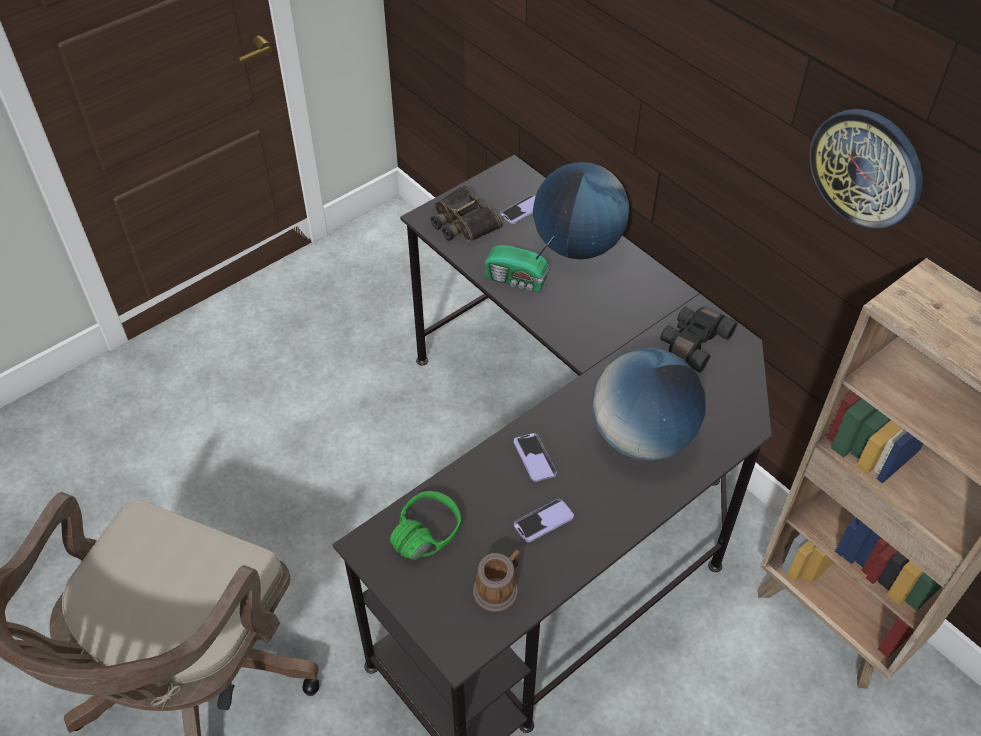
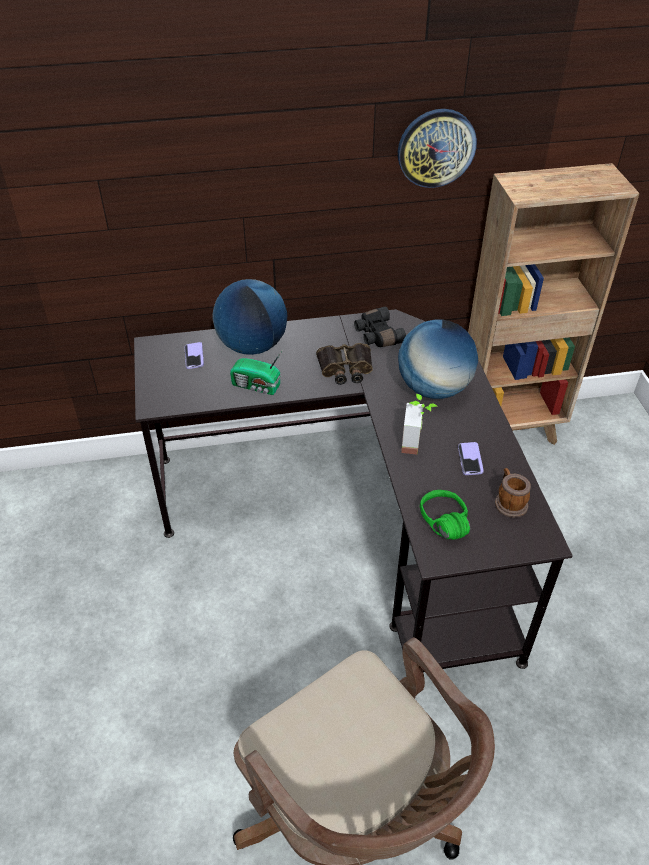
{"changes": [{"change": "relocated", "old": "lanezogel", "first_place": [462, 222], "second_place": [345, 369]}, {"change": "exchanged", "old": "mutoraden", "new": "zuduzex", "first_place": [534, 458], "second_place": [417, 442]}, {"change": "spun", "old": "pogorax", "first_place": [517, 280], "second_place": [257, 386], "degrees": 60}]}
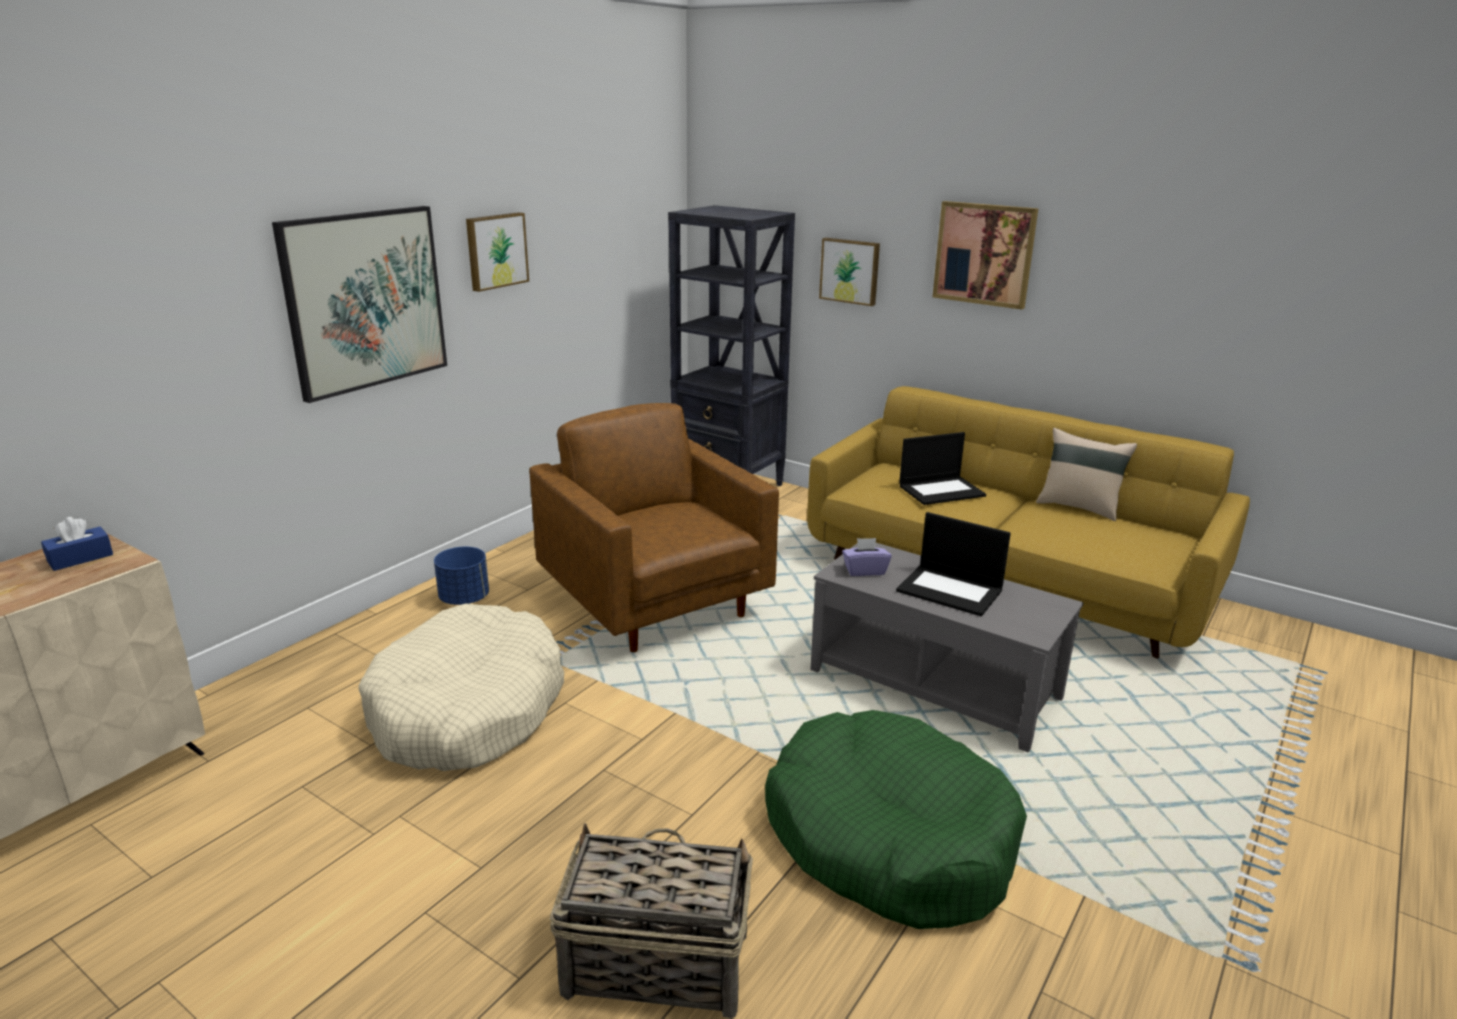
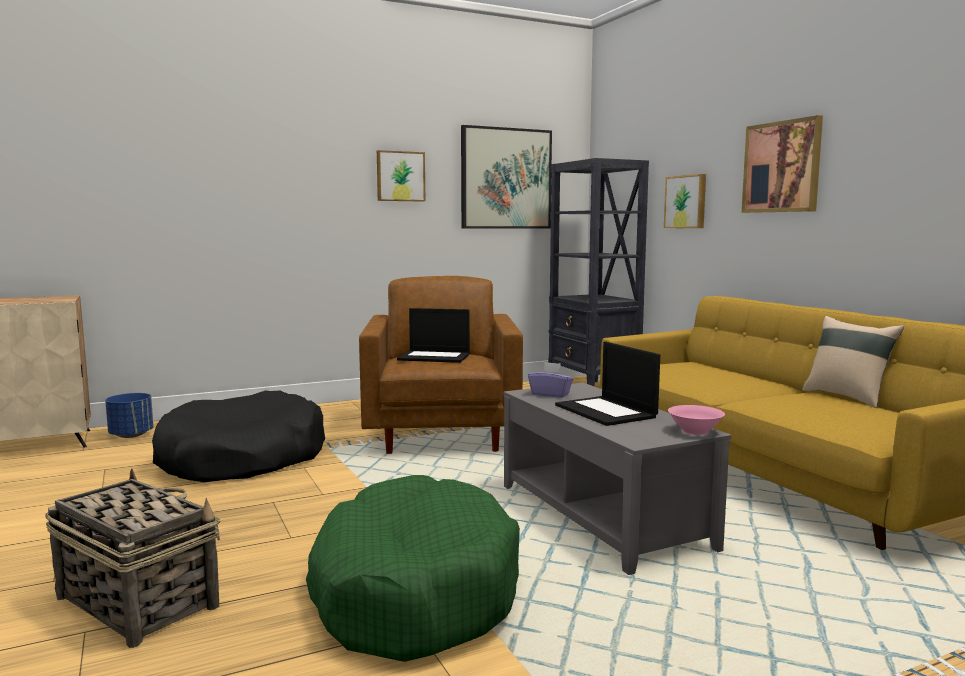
{"changes": [{"change": "missing", "old": "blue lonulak", "first_place": [80, 558]}, {"change": "appeared", "new": "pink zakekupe", "second_place": [695, 431]}, {"change": "relocated", "old": "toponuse", "first_place": [365, 300], "second_place": [506, 178]}, {"change": "relocated", "old": "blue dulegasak", "first_place": [464, 599], "second_place": [131, 435]}, {"change": "relocated", "old": "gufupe", "first_place": [942, 490], "second_place": [435, 357]}, {"change": "colour", "old": "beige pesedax", "new": "black pesedax", "first_place": [467, 710], "second_place": [242, 458]}]}
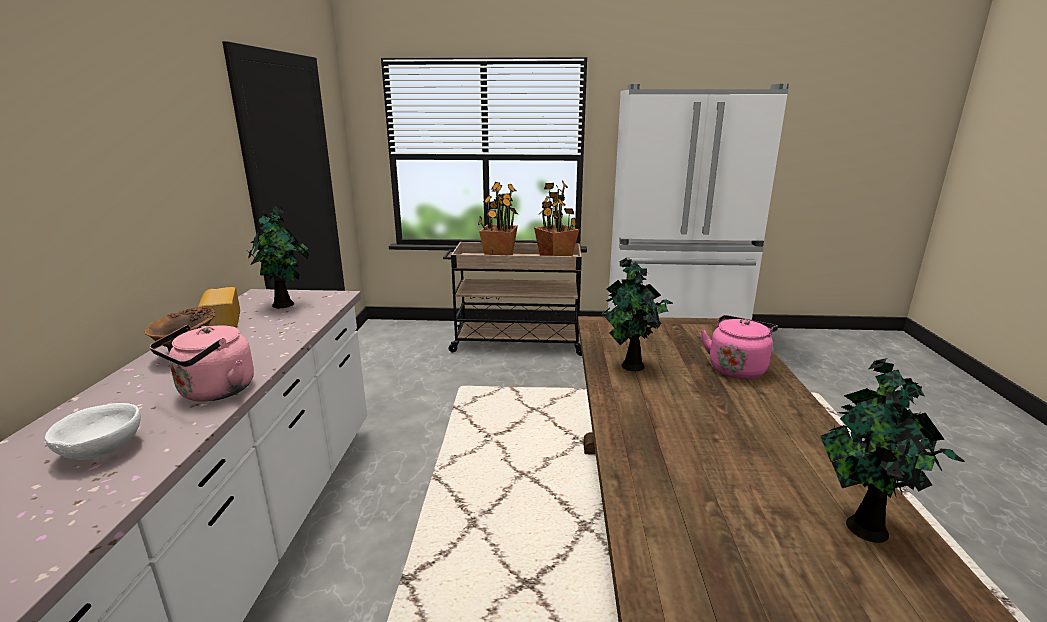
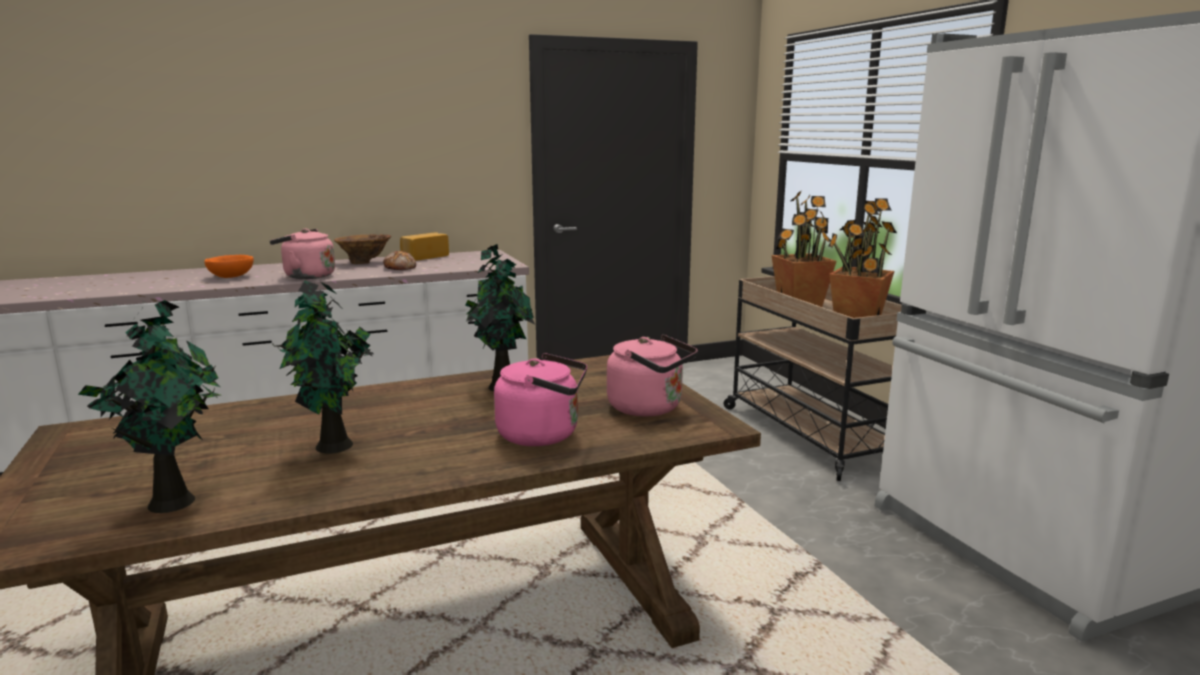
{"changes": [{"change": "appeared", "new": "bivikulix", "second_place": [400, 268]}, {"change": "appeared", "new": "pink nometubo", "second_place": [649, 408]}, {"change": "relocated", "old": "zuduzex", "first_place": [285, 304], "second_place": [335, 447]}, {"change": "colour", "old": "white zakekupe", "new": "orange zakekupe", "first_place": [103, 449], "second_place": [232, 277]}]}
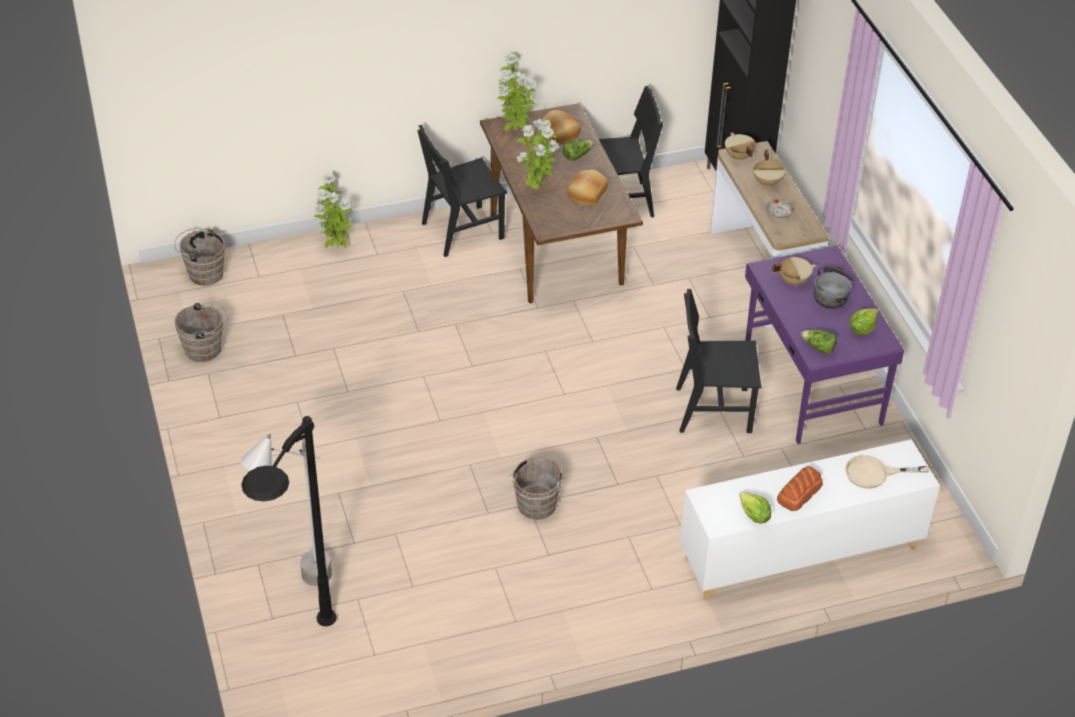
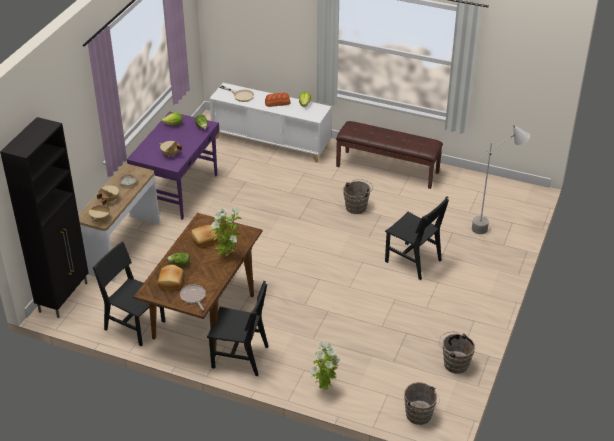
{"changes": [{"change": "missing", "old": "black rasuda", "first_place": [301, 666]}, {"change": "missing", "old": "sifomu", "first_place": [832, 293]}, {"change": "appeared", "new": "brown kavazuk", "second_place": [388, 169]}, {"change": "relocated", "old": "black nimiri", "first_place": [713, 410], "second_place": [413, 261]}, {"change": "exchanged", "old": "zuduzex", "new": "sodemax", "first_place": [515, 131], "second_place": [193, 297]}]}
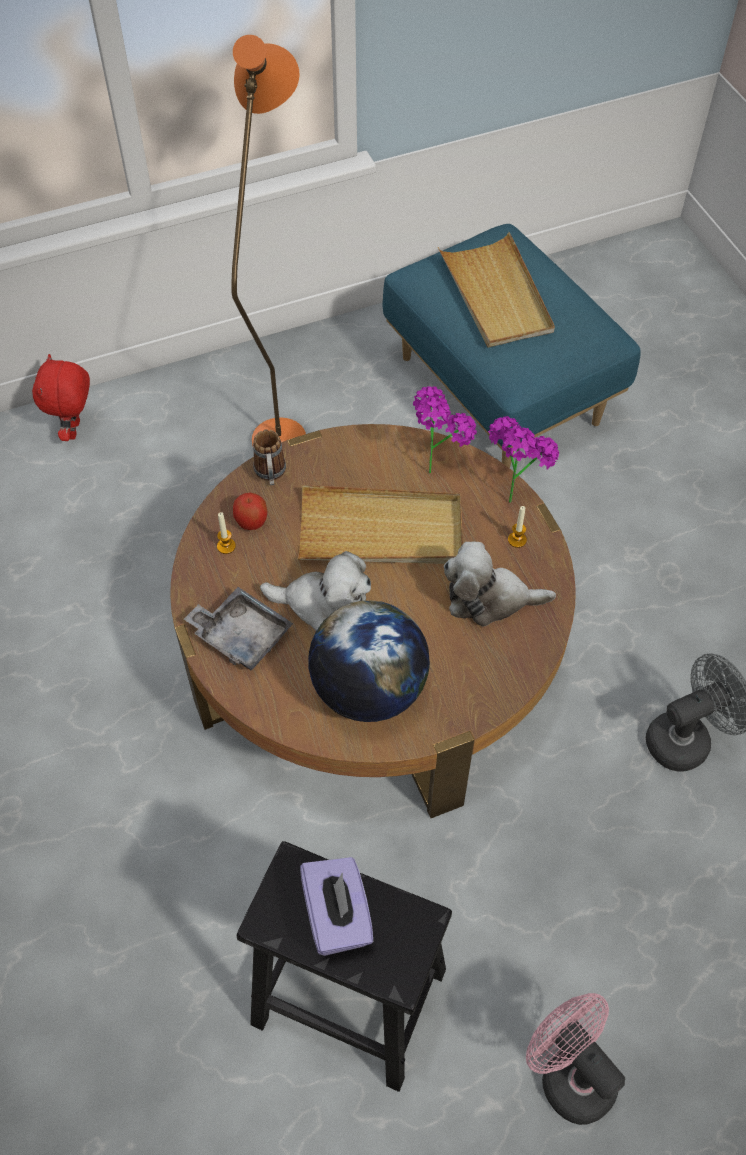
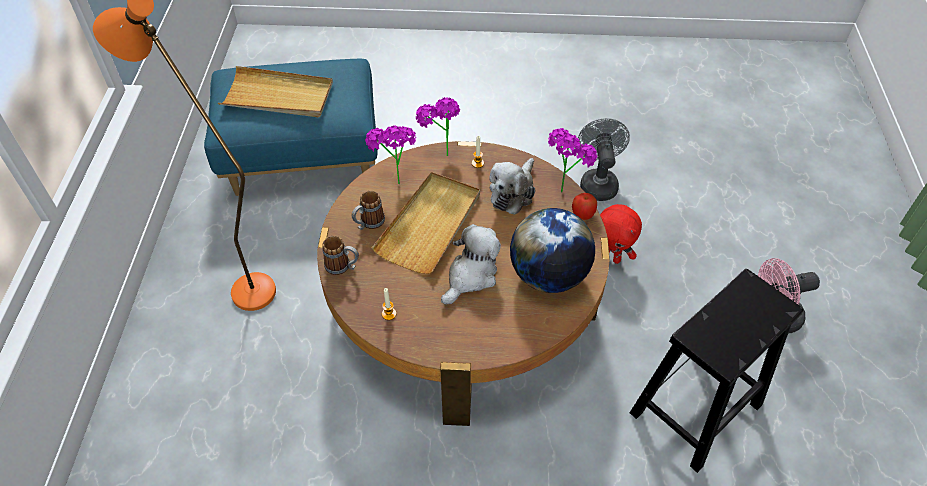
{"changes": [{"change": "missing", "old": "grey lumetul", "first_place": [241, 635]}, {"change": "missing", "old": "purple lonulak", "first_place": [337, 916]}, {"change": "appeared", "new": "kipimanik", "second_place": [368, 224]}, {"change": "appeared", "new": "zuduzex", "second_place": [564, 185]}, {"change": "relocated", "old": "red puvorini", "first_place": [75, 430], "second_place": [611, 257]}, {"change": "relocated", "old": "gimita", "first_place": [251, 522], "second_place": [583, 214]}]}
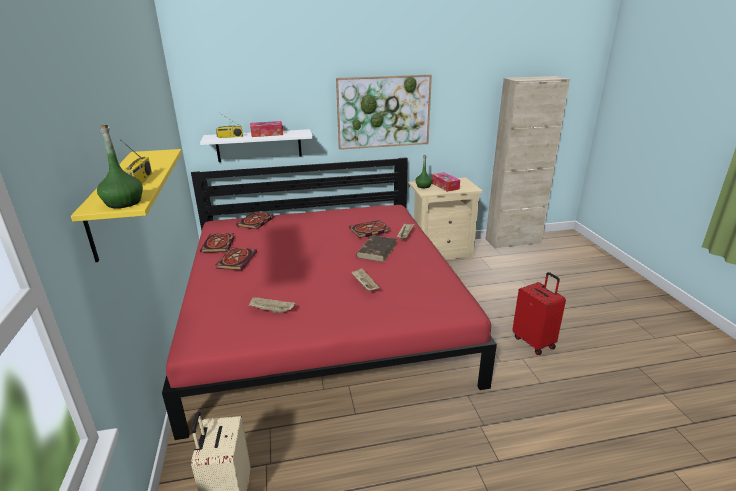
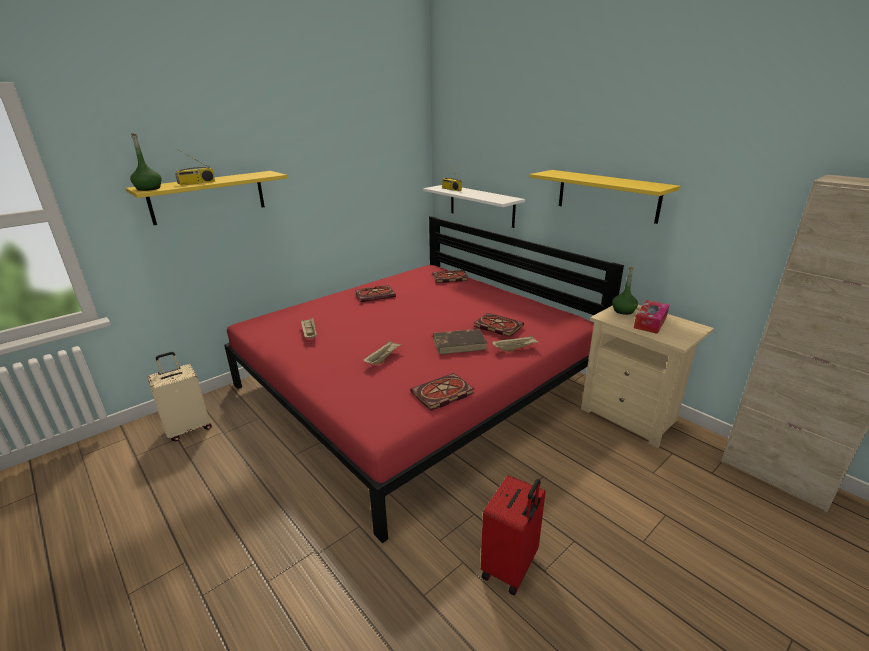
{"changes": [{"change": "missing", "old": "lonulak", "first_place": [267, 134]}, {"change": "relocated", "old": "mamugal", "first_place": [218, 245], "second_place": [442, 394]}, {"change": "exchanged", "old": "toponuse", "new": "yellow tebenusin", "first_place": [383, 112], "second_place": [607, 195]}]}
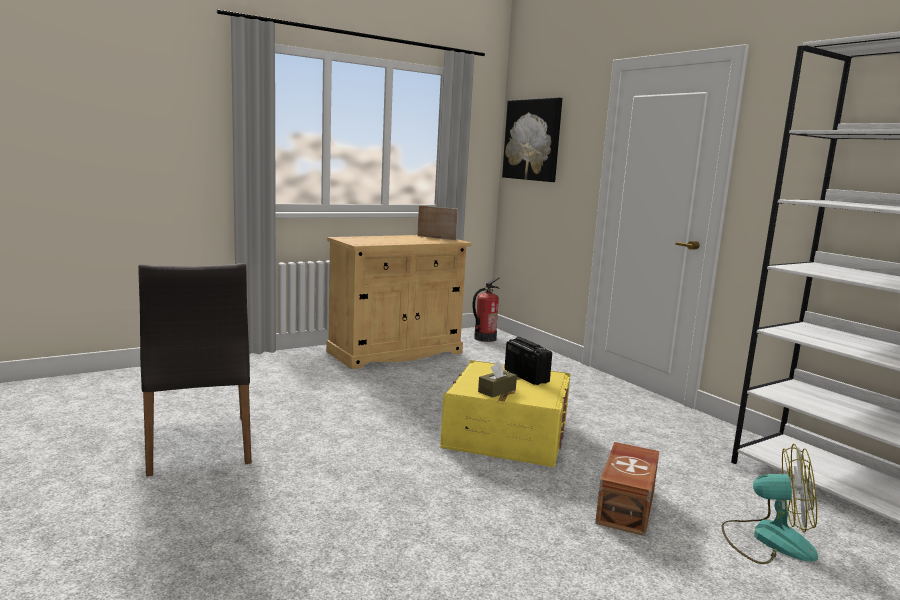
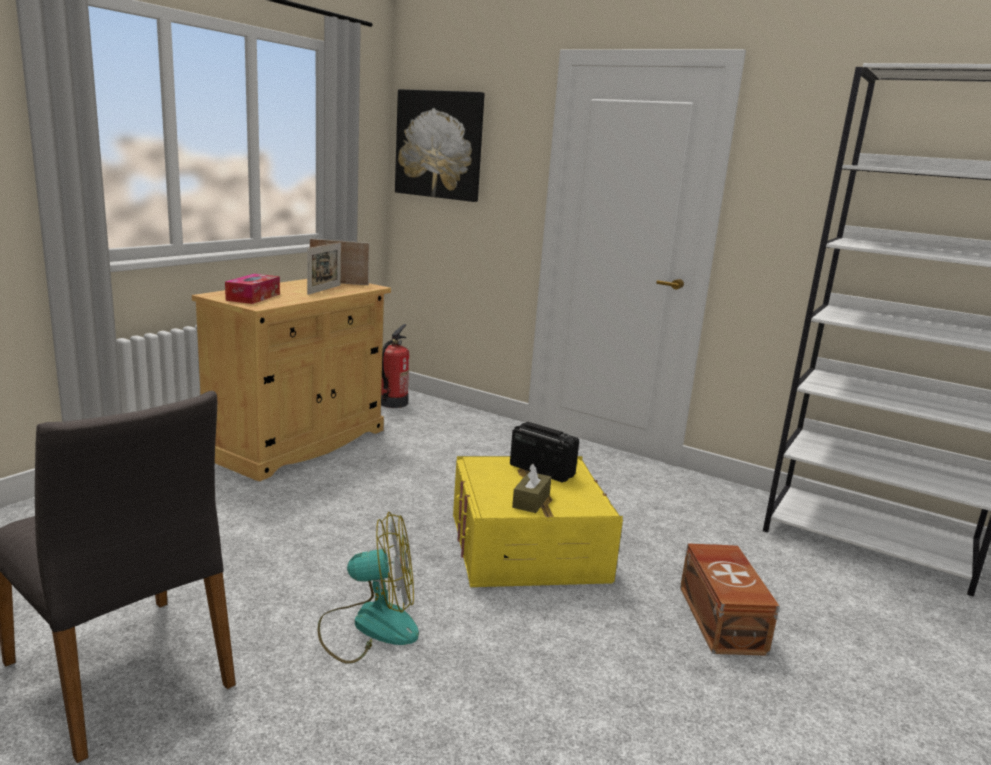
{"changes": [{"change": "appeared", "new": "lonulak", "second_place": [253, 297]}, {"change": "appeared", "new": "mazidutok", "second_place": [324, 289]}, {"change": "relocated", "old": "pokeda", "first_place": [768, 539], "second_place": [369, 626]}]}
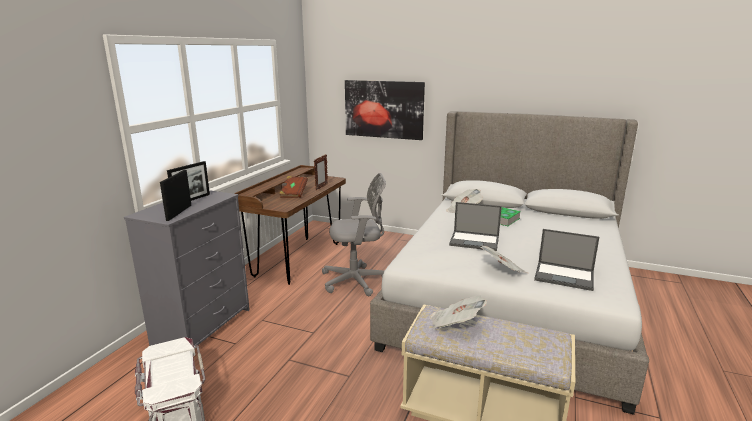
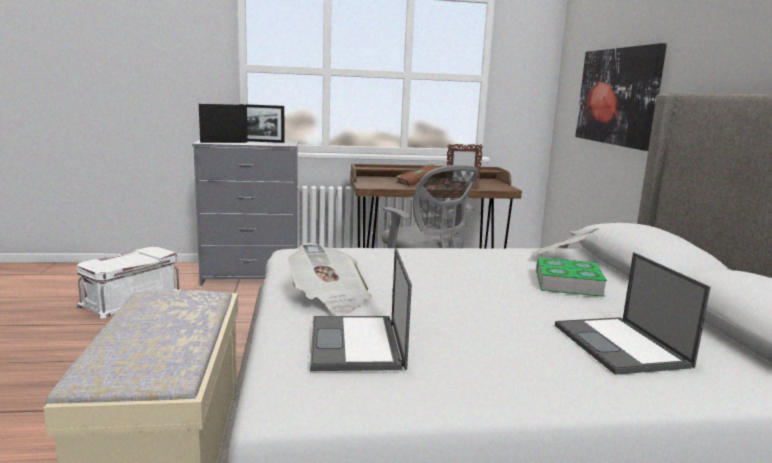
{"changes": [{"change": "missing", "old": "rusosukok", "first_place": [455, 324]}, {"change": "relocated", "old": "gufupe", "first_place": [475, 241], "second_place": [621, 346]}]}
